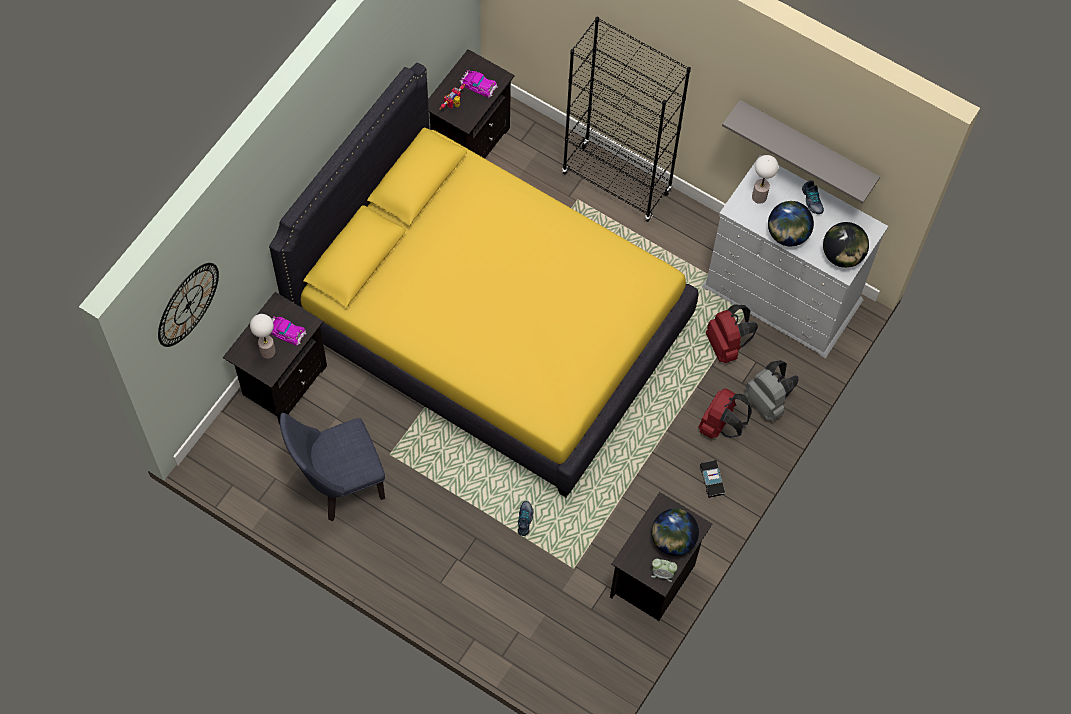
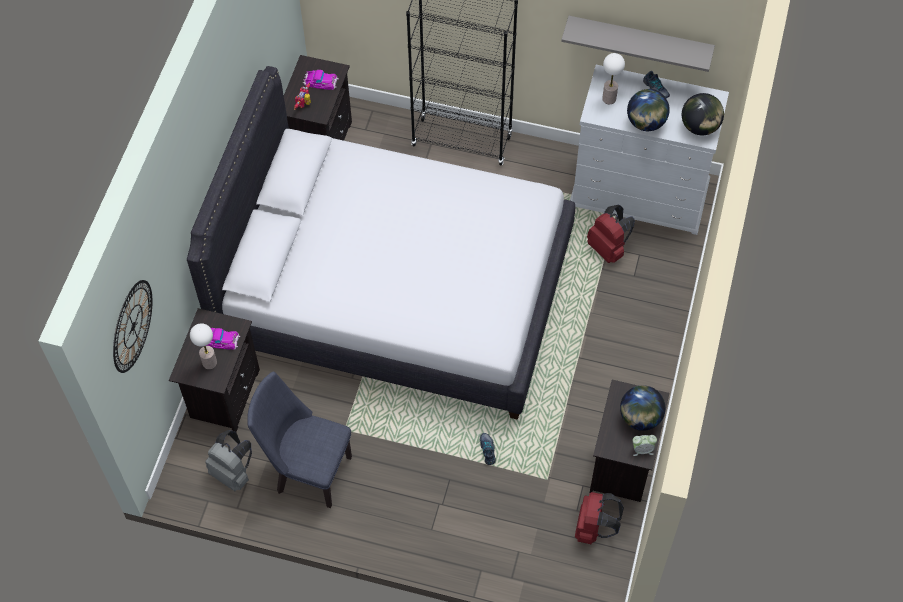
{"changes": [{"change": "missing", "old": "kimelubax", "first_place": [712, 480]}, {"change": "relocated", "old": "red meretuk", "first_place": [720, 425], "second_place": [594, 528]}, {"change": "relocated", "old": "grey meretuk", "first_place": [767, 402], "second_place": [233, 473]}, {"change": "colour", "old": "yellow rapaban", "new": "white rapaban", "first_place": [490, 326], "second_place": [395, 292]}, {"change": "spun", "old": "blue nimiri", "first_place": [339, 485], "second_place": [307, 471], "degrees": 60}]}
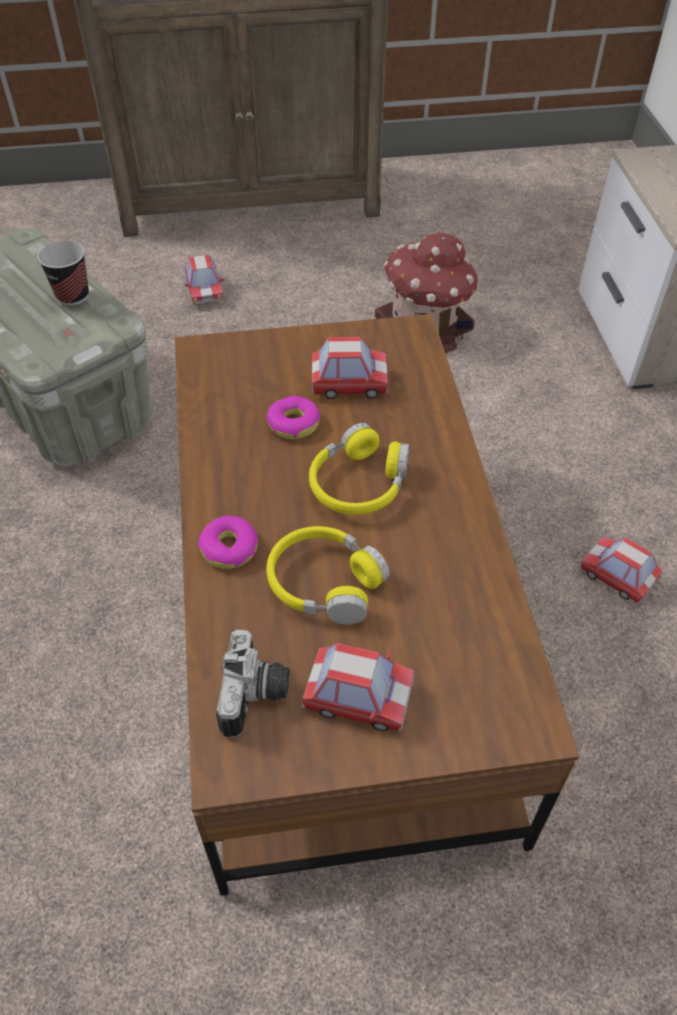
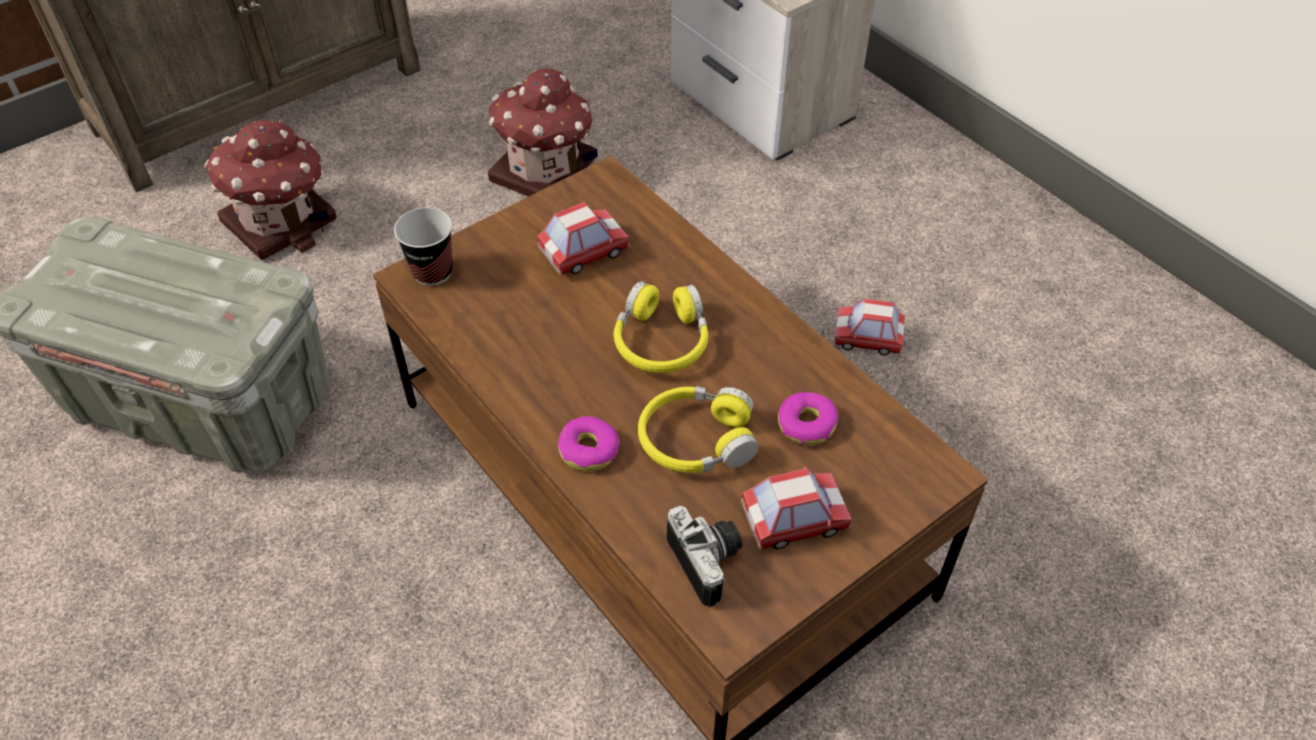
{"changes": [{"change": "relocated", "old": "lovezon", "first_place": [72, 296], "second_place": [432, 272]}, {"change": "relocated", "old": "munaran", "first_place": [293, 424], "second_place": [806, 425]}, {"change": "exchanged", "old": "kimelubax", "new": "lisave", "first_place": [205, 291], "second_place": [282, 220]}]}
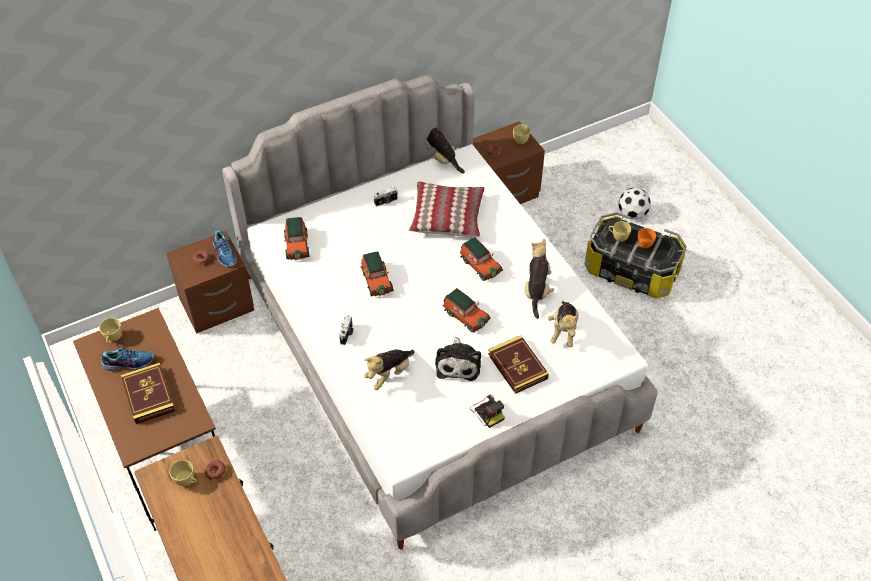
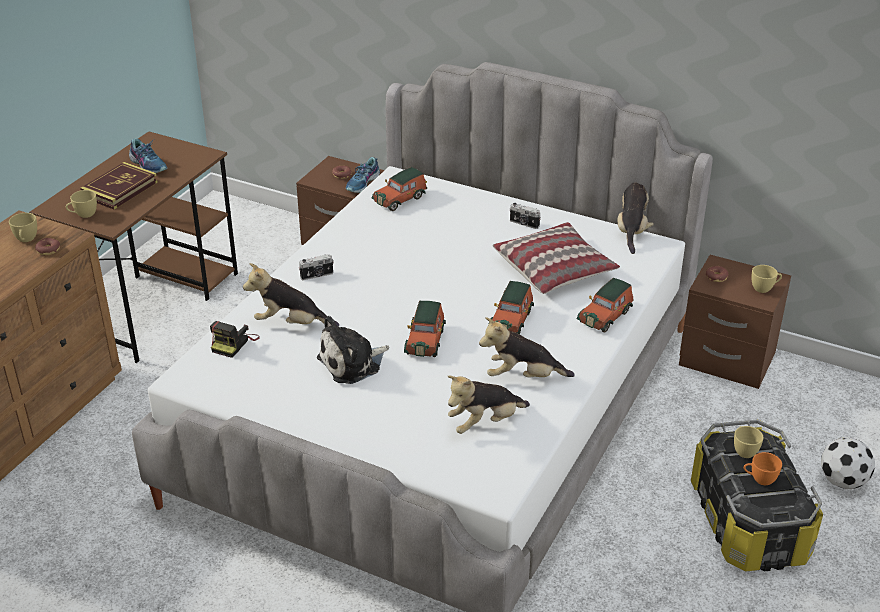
{"changes": [{"change": "missing", "old": "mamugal", "first_place": [517, 366]}, {"change": "relocated", "old": "yellow lovezon", "first_place": [113, 338], "second_place": [83, 215]}, {"change": "relocated", "old": "kimelubax", "first_place": [376, 280], "second_place": [606, 315]}, {"change": "relocated", "old": "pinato", "first_place": [487, 411], "second_place": [234, 343]}, {"change": "spun", "old": "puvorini", "first_place": [537, 290], "second_place": [523, 377], "degrees": -150}]}
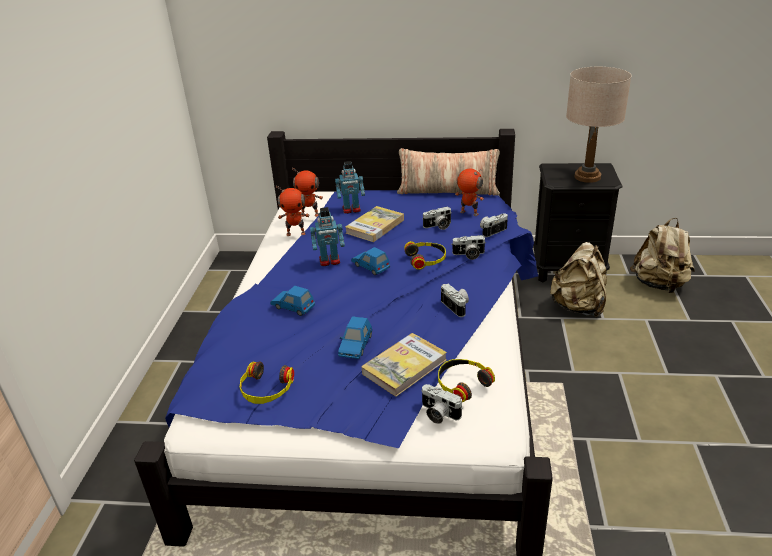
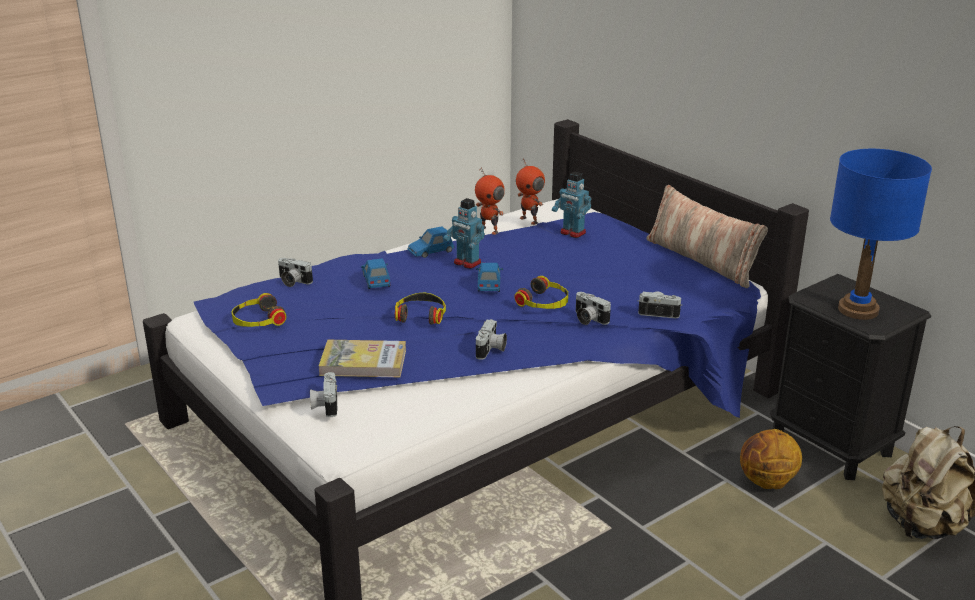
{"changes": [{"change": "missing", "old": "mamugal", "first_place": [375, 226]}, {"change": "missing", "old": "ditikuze", "first_place": [468, 213]}, {"change": "relocated", "old": "blue kimelubax", "first_place": [356, 345], "second_place": [431, 251]}, {"change": "relocated", "old": "pinato", "first_place": [438, 226], "second_place": [293, 281]}, {"change": "relocated", "old": "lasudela", "first_place": [462, 383], "second_place": [421, 315]}, {"change": "exchanged", "old": "beige meretuk", "new": "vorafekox", "first_place": [578, 307], "second_place": [767, 482]}, {"change": "colour", "old": "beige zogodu", "new": "blue zogodu", "first_place": [587, 177], "second_place": [858, 310]}]}
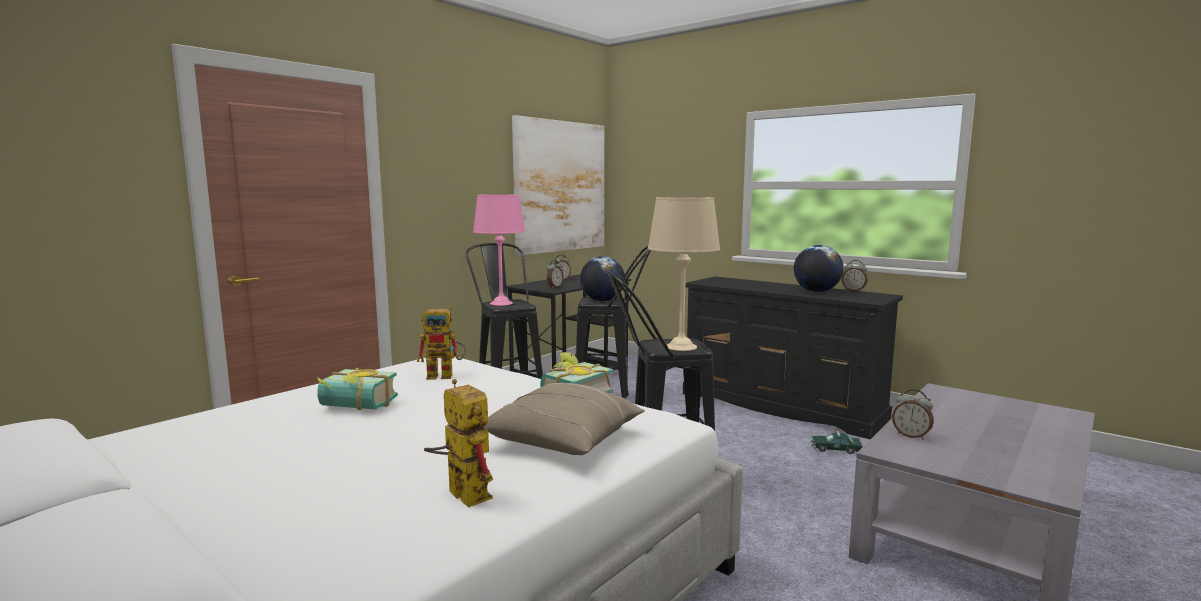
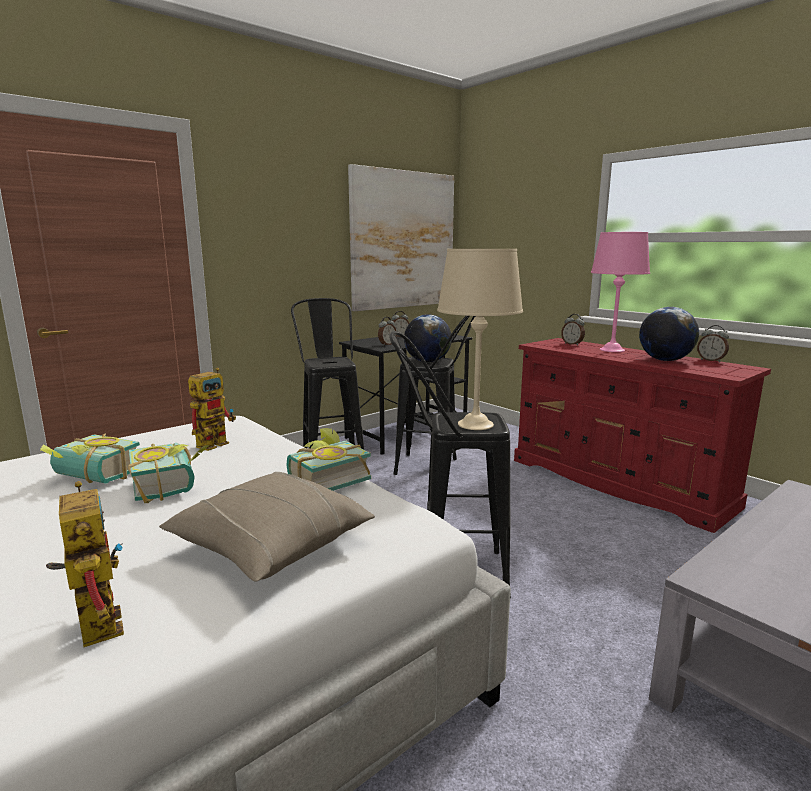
{"changes": [{"change": "missing", "old": "kimelubax", "first_place": [836, 449]}, {"change": "appeared", "new": "mamugal", "second_place": [172, 485]}, {"change": "relocated", "old": "pink zogodu", "first_place": [501, 303], "second_place": [611, 350]}, {"change": "relocated", "old": "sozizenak", "first_place": [911, 435], "second_place": [572, 344]}, {"change": "colour", "old": "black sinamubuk", "new": "red sinamubuk", "first_place": [782, 406], "second_place": [619, 482]}, {"change": "spun", "old": "ditikuze", "first_place": [446, 375], "second_place": [216, 442], "degrees": -60}]}
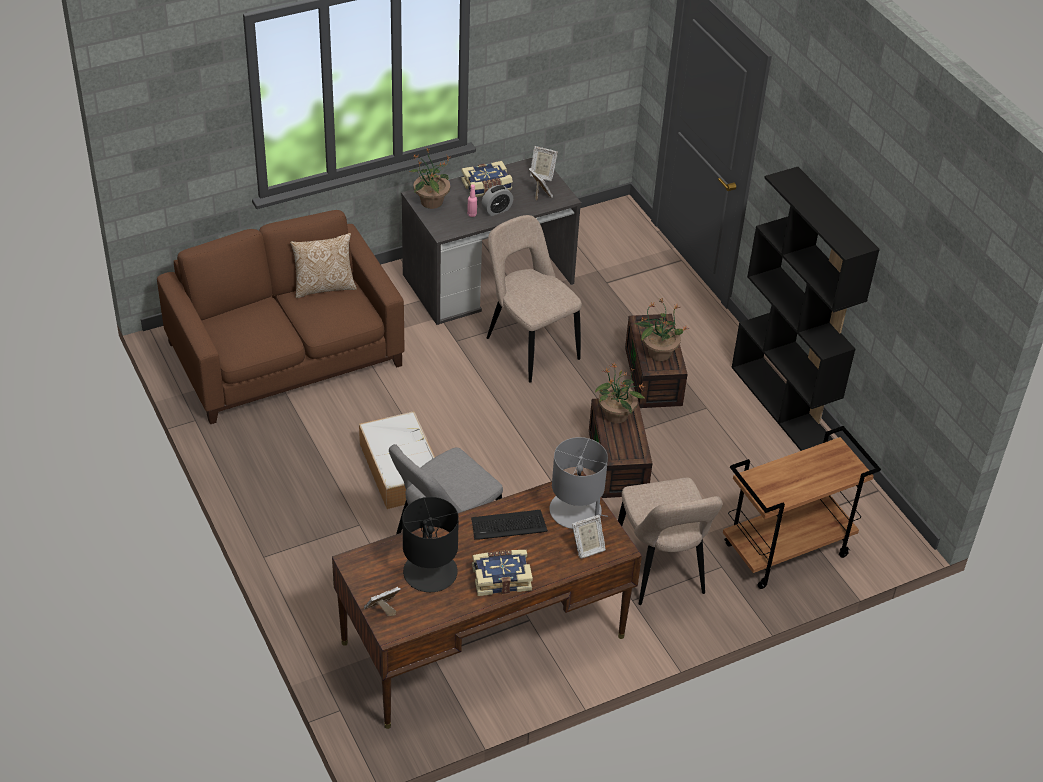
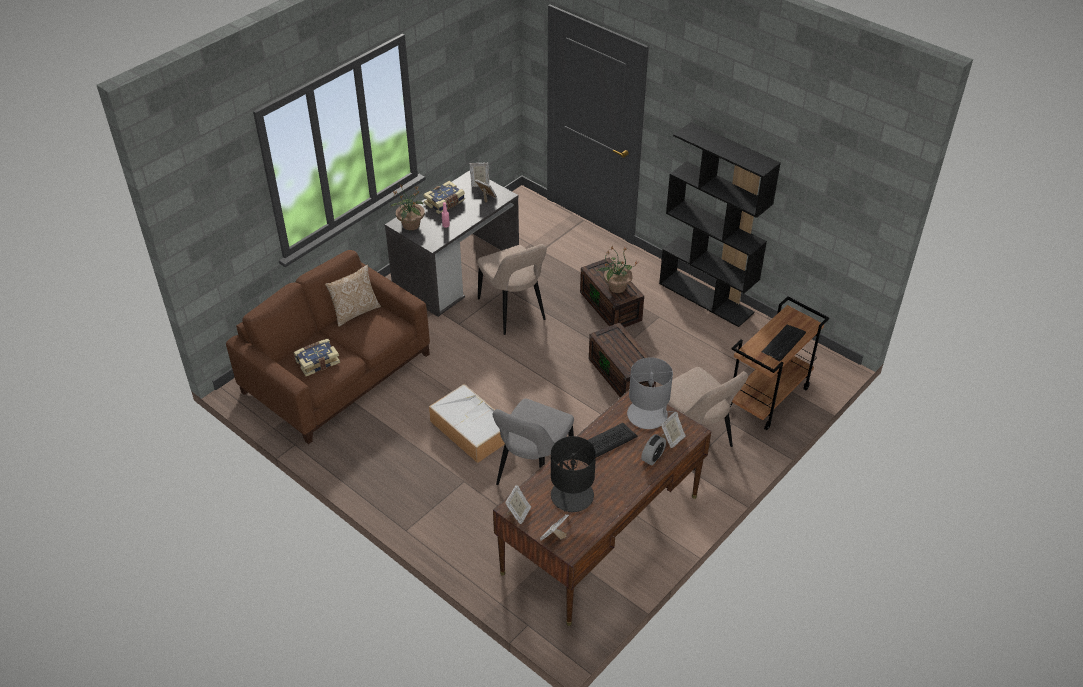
{"changes": [{"change": "missing", "old": "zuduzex", "first_place": [616, 415]}, {"change": "appeared", "new": "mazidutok", "second_place": [518, 514]}, {"change": "appeared", "new": "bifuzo", "second_place": [784, 343]}, {"change": "relocated", "old": "mamugal", "first_place": [501, 578], "second_place": [317, 361]}, {"change": "relocated", "old": "sozizenak", "first_place": [497, 210], "second_place": [653, 457]}, {"change": "spun", "old": "beige nimiri", "first_place": [529, 346], "second_place": [513, 311], "degrees": -150}]}
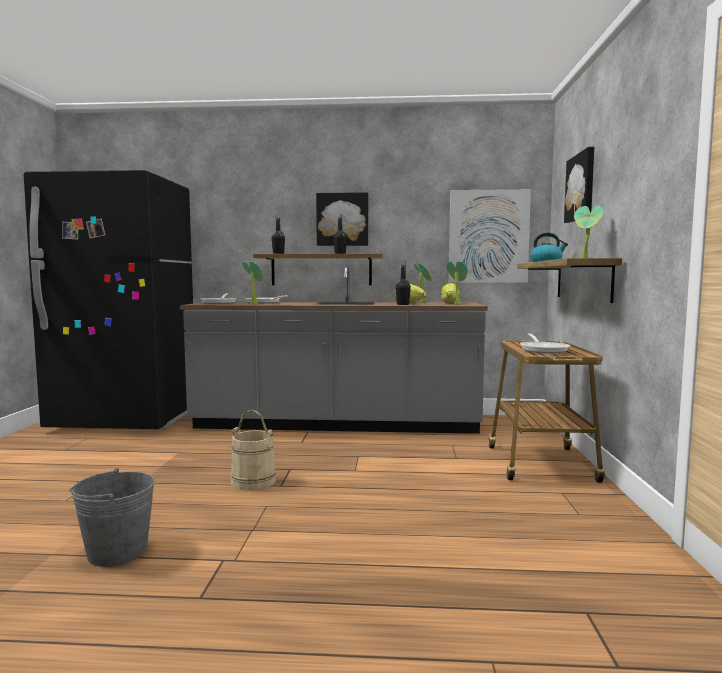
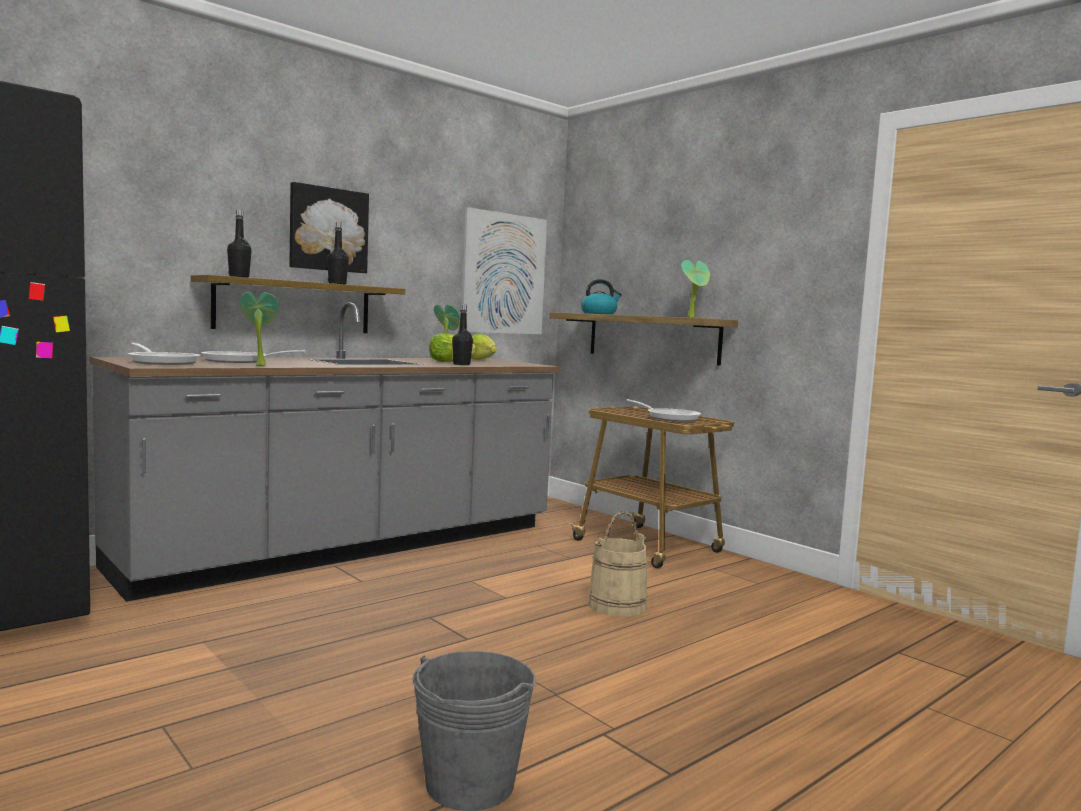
{"changes": [{"change": "missing", "old": "zuduzex", "first_place": [456, 304]}, {"change": "missing", "old": "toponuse", "first_place": [581, 187]}, {"change": "relocated", "old": "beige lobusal", "first_place": [253, 481], "second_place": [617, 605]}]}
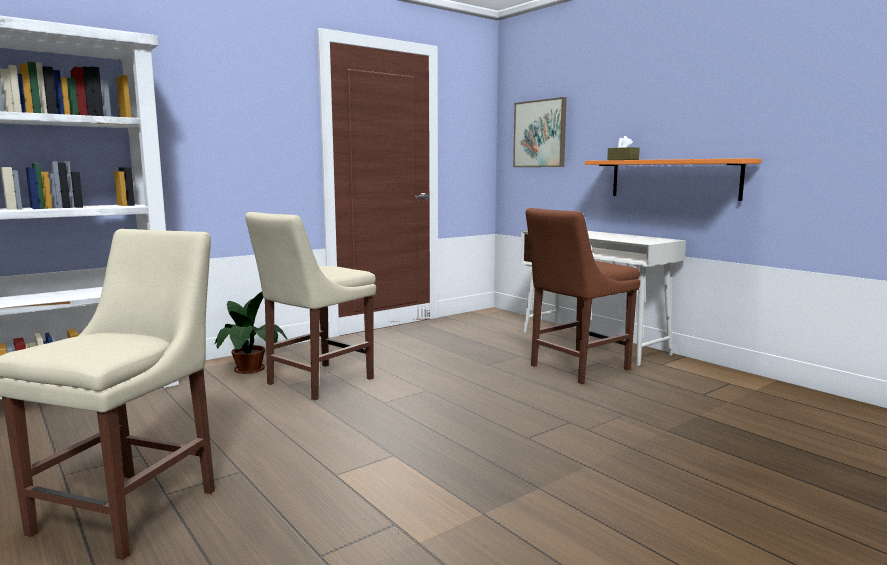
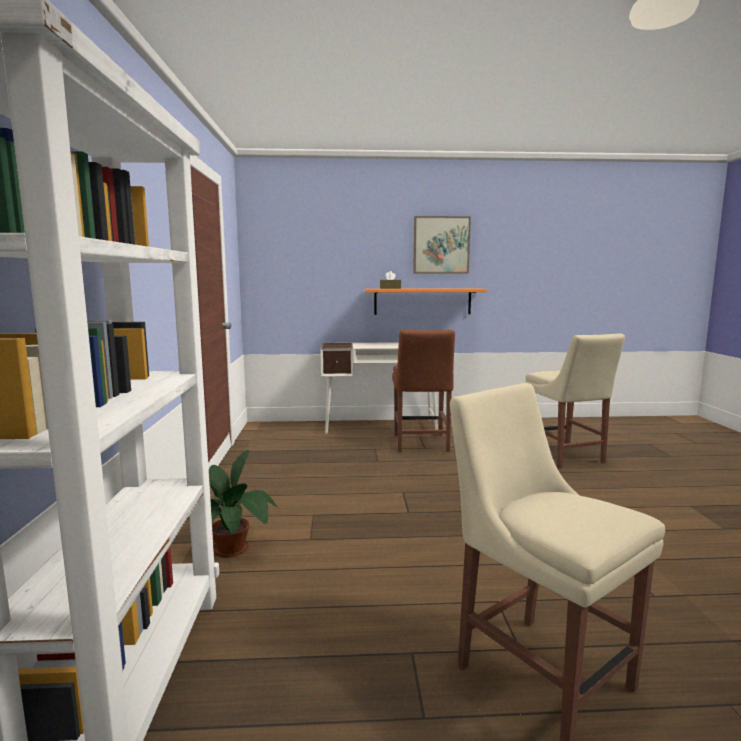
{"changes": [{"change": "relocated", "old": "beige nimiri", "first_place": [316, 382], "second_place": [565, 457]}, {"change": "relocated", "old": "toponuse", "first_place": [540, 134], "second_place": [441, 245]}]}
